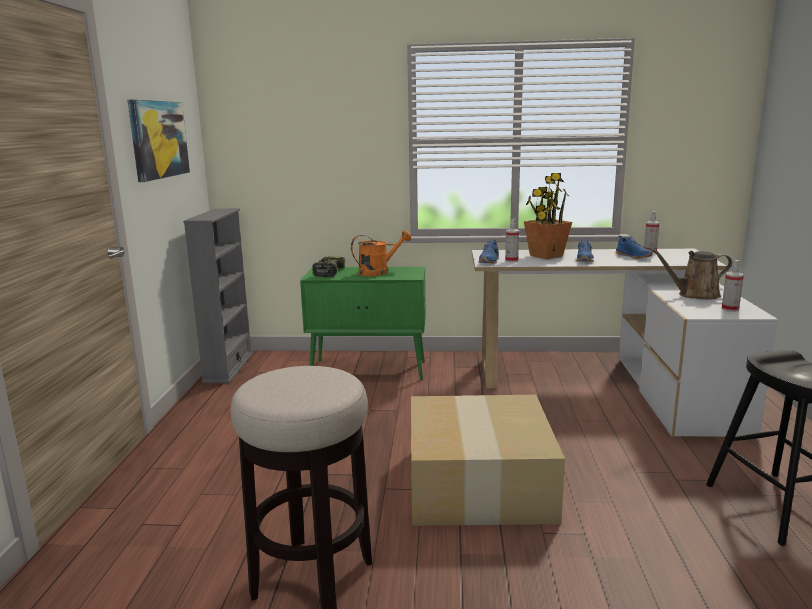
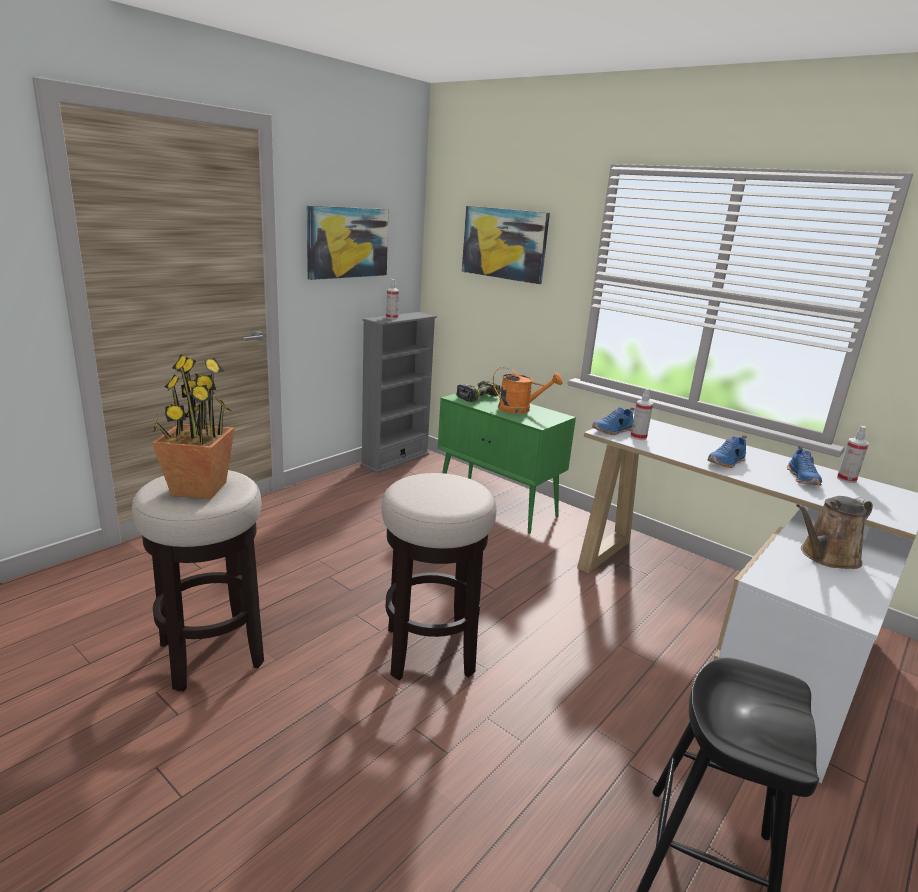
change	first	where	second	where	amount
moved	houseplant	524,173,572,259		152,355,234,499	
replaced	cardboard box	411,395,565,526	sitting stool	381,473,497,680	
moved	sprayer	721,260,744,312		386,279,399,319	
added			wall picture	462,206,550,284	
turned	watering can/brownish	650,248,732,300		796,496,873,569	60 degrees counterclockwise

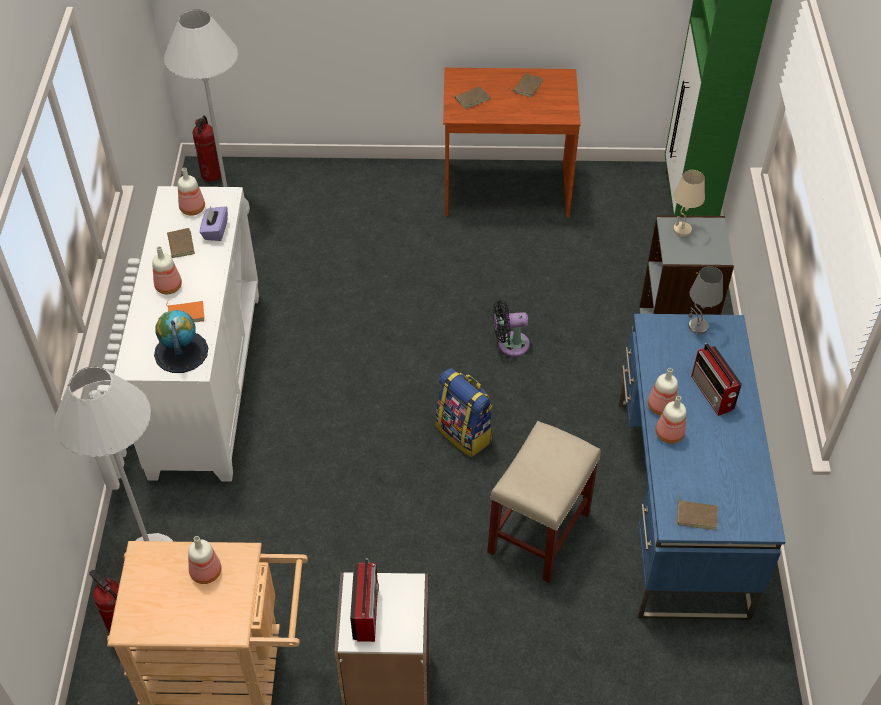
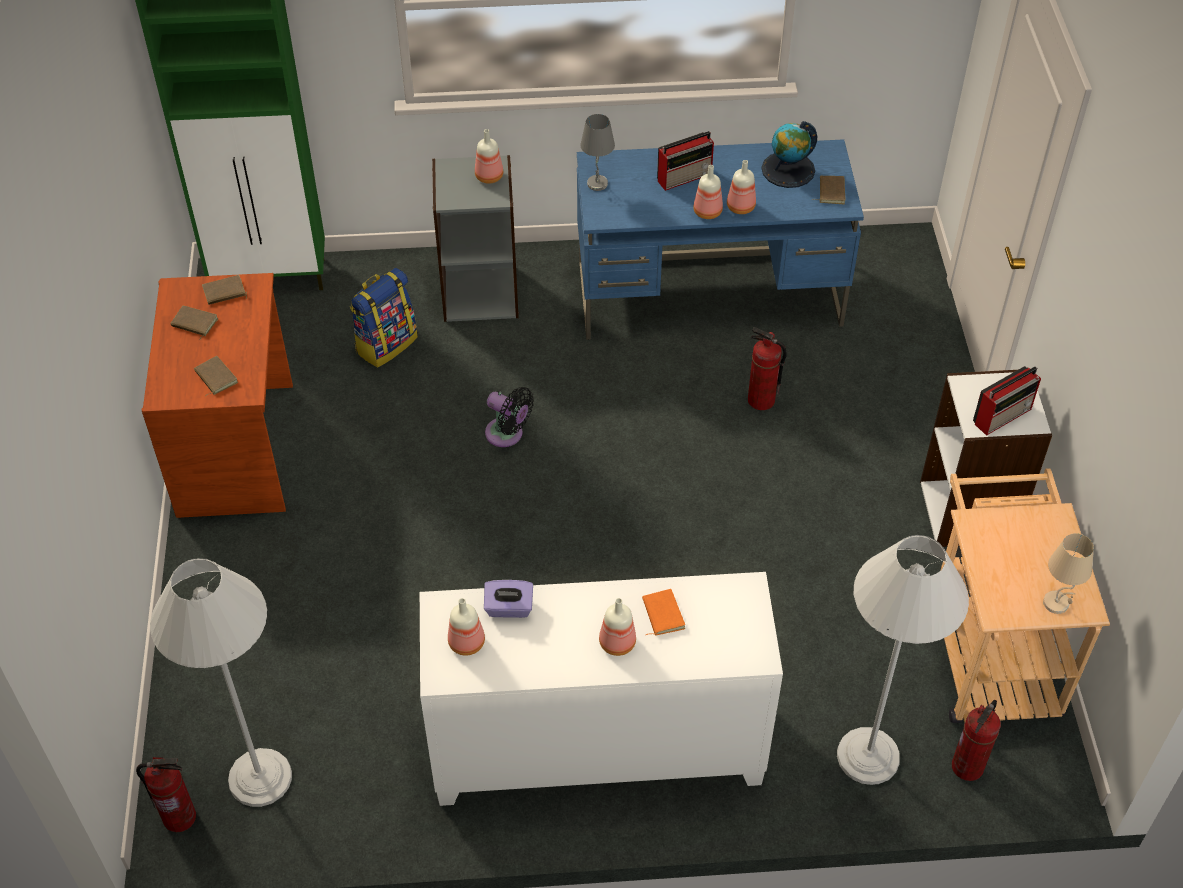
change	first	where	second	where	amount
moved	volume/brownish	167,228,195,258		202,275,247,305	
moved	backpack	436,368,493,457		350,268,418,368	
moved	beverage bottle	188,536,221,584		475,129,503,184	
turned	fan/black-coloured	493,300,530,356		485,387,534,447	45 degrees counterclockwise
replaced	sitting stool/beige	487,421,601,583	fire-fighting cylinder	748,327,787,410	
moved	desk globe	154,310,208,373		761,121,817,188	
turned	radio	350,559,379,642		973,366,1041,436	150 degrees clockwise
moved	table lamp/beige	673,170,705,237		1043,533,1094,614	

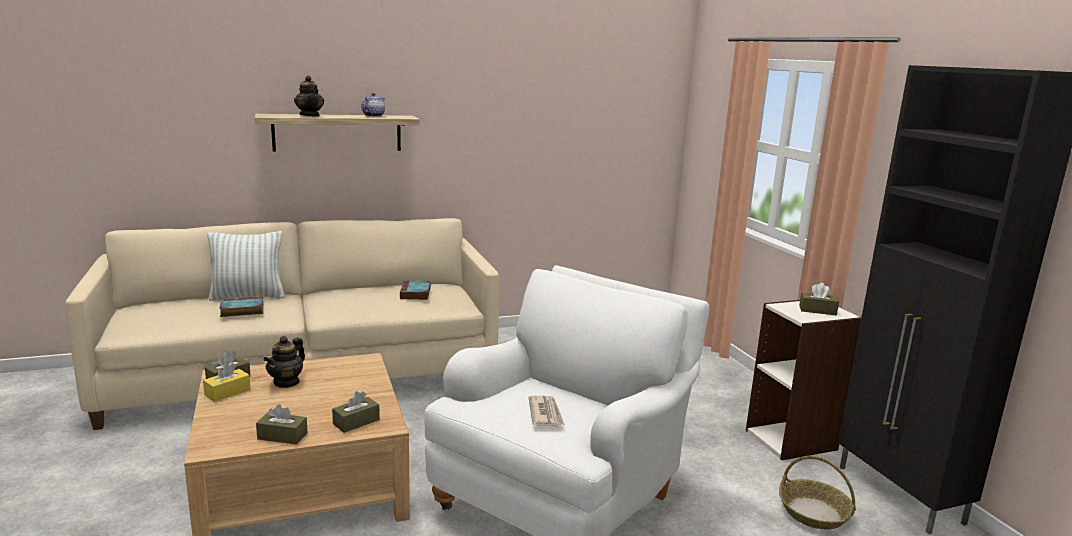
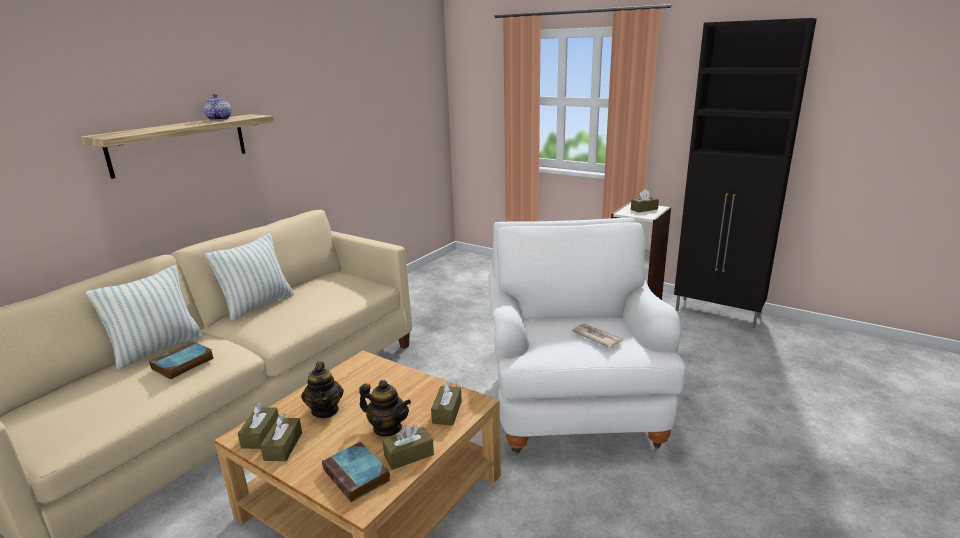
change	first	where	second	where	amount
added			pillow	205,233,294,321	
recoloured	tissue box/yellowish	203,363,251,402	tissue box/brownish	260,413,302,461	
moved	volume	400,281,431,300		322,442,391,502	
moved	pot for tea	294,76,324,117		359,380,411,437	
removed	household basket	779,456,856,529			

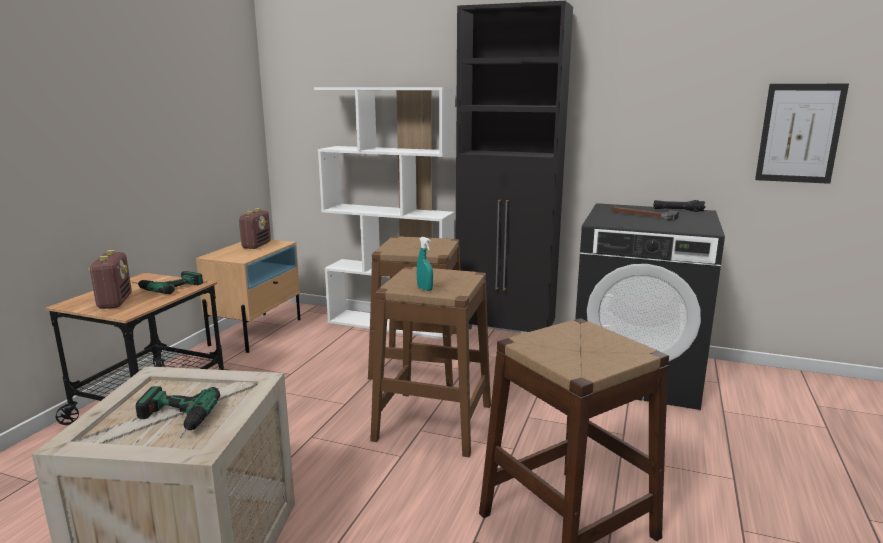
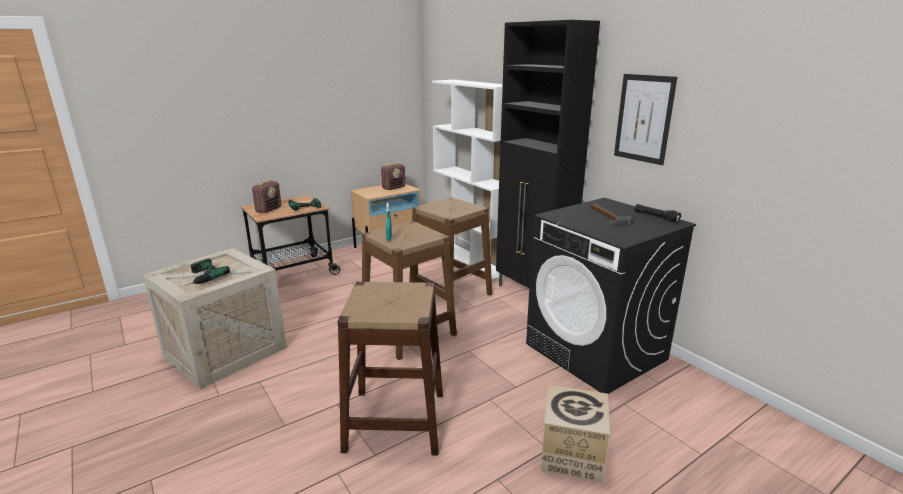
change	first	where	second	where	amount
added			cardboard box	541,385,610,483	
moved	wall picture	755,84,849,184		614,74,677,165	

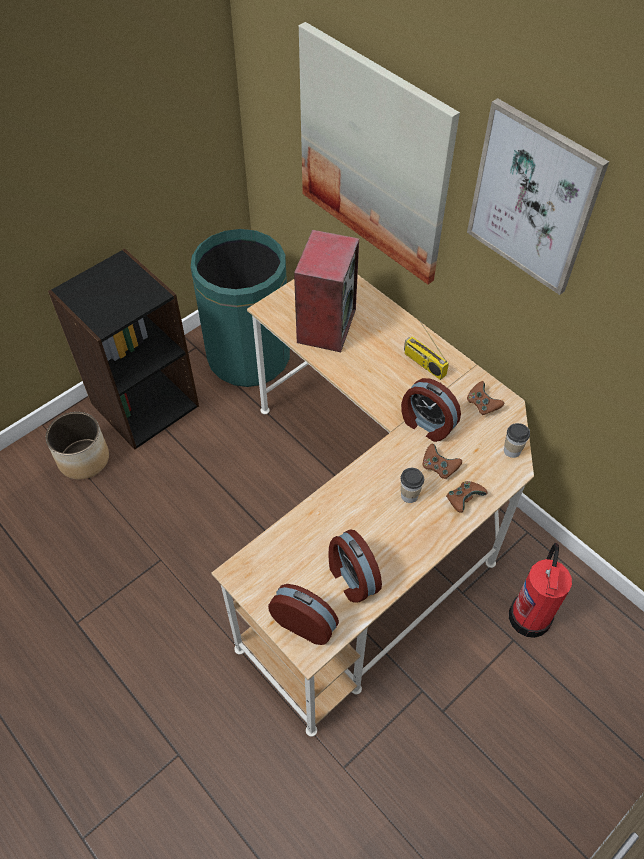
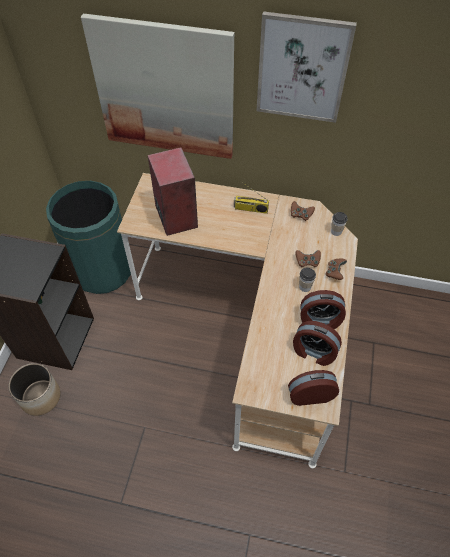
change	first	where	second	where	amount
moved	table clock	401,378,461,442		300,290,346,329	
removed	fire-fighting cylinder	509,543,572,638			

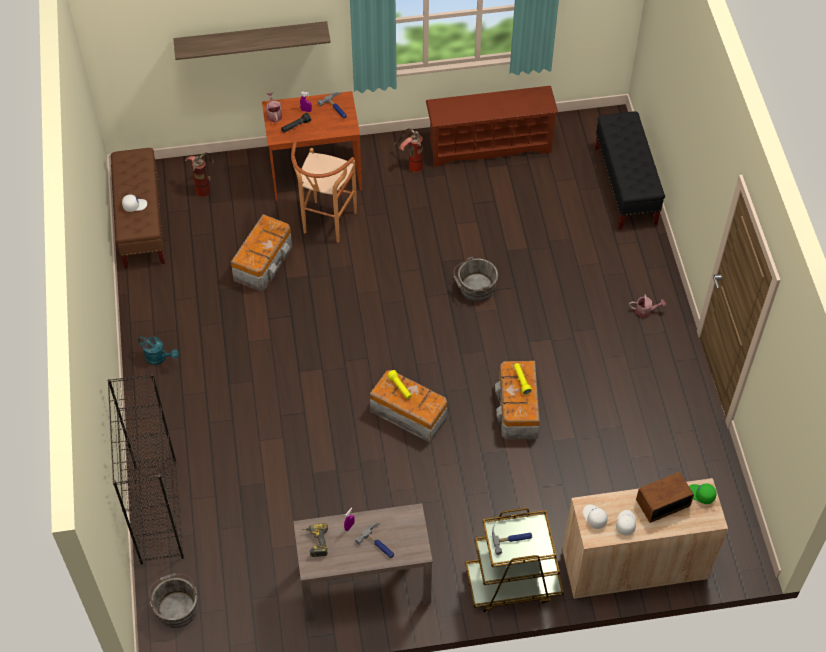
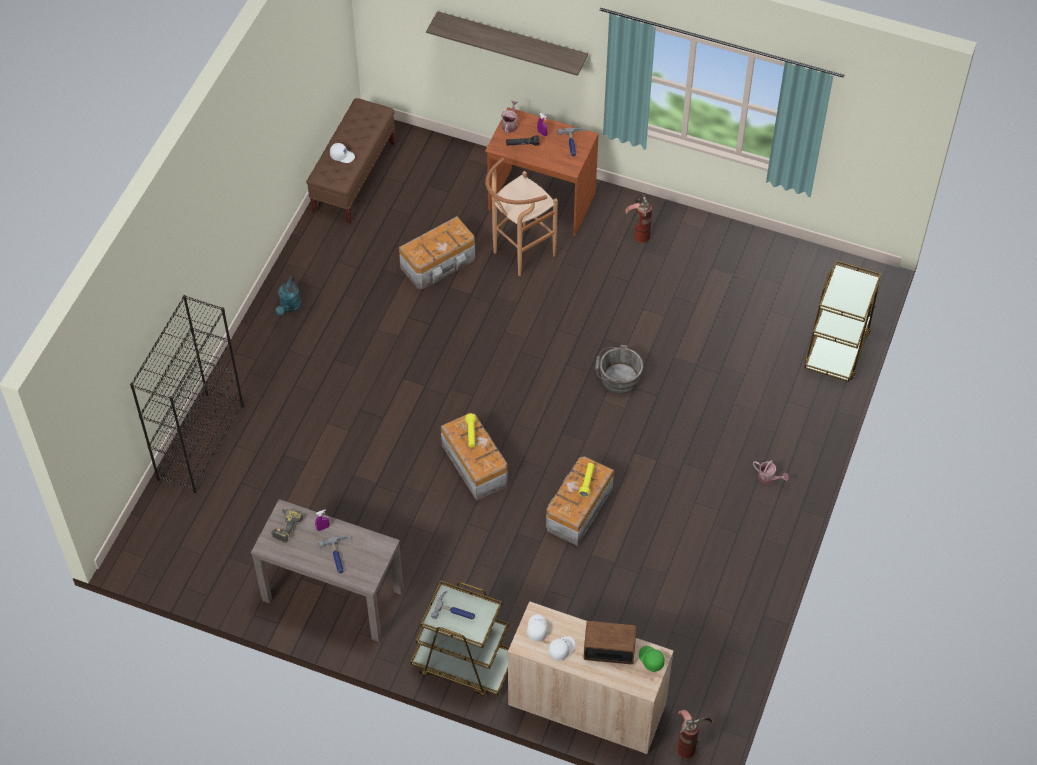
change	first	where	second	where	amount
turned	watering can/blue-green	138,336,179,365		276,277,301,315	45 degrees clockwise
moved	fire-fighting cylinder	185,153,214,197		677,710,714,759	
replaced	long seat/black-coloured	595,111,665,229	trolley/brownish	804,260,881,382	
removed	bucket/gray	149,573,197,628			
removed	shoe stand/brownish	426,86,559,167			

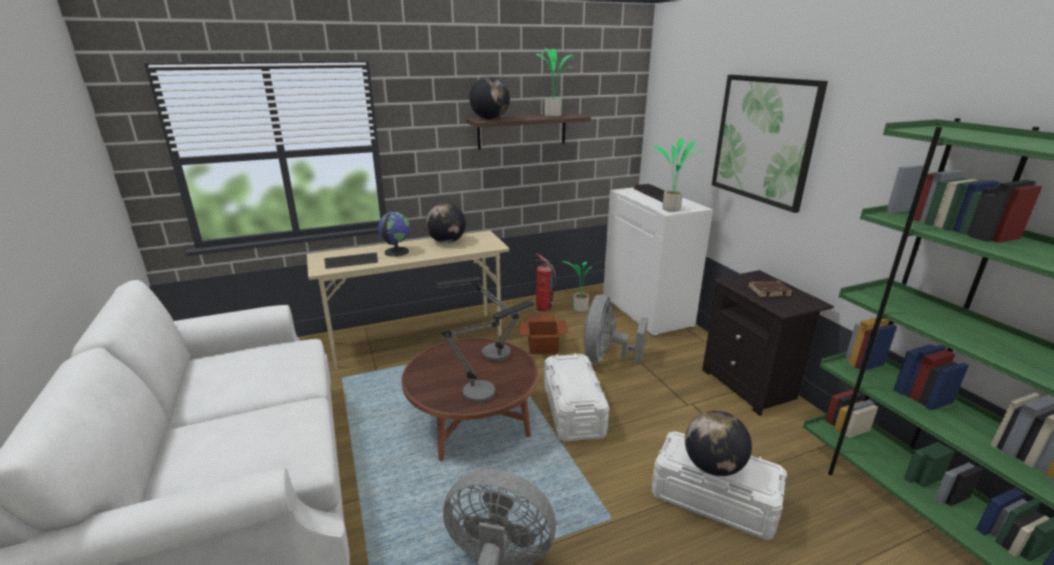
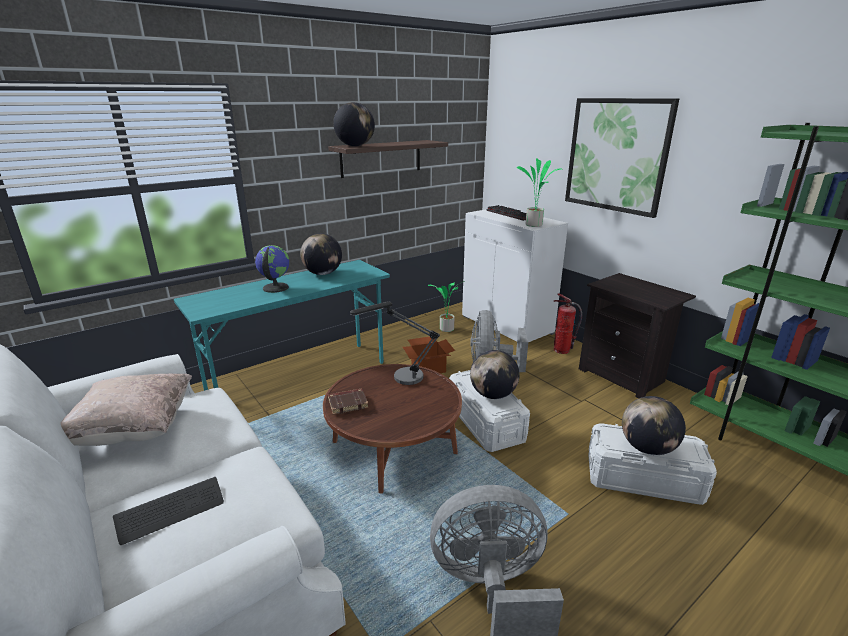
change	first	where	second	where	amount
added			pillow/beige	61,374,192,446	
moved	PC keyboard	324,252,378,269		113,477,224,545	
recoloured	desk unit/beige	307,231,509,369	desk unit/blue-green	174,260,390,391	
moved	volume/brownish	748,281,792,298		328,388,369,415	
added			desk globe	470,350,520,399	
moved	fire-fighting cylinder	533,253,556,312		553,293,582,354	
removed	table lamp	442,301,534,403			
removed	houseplant	536,47,573,117			

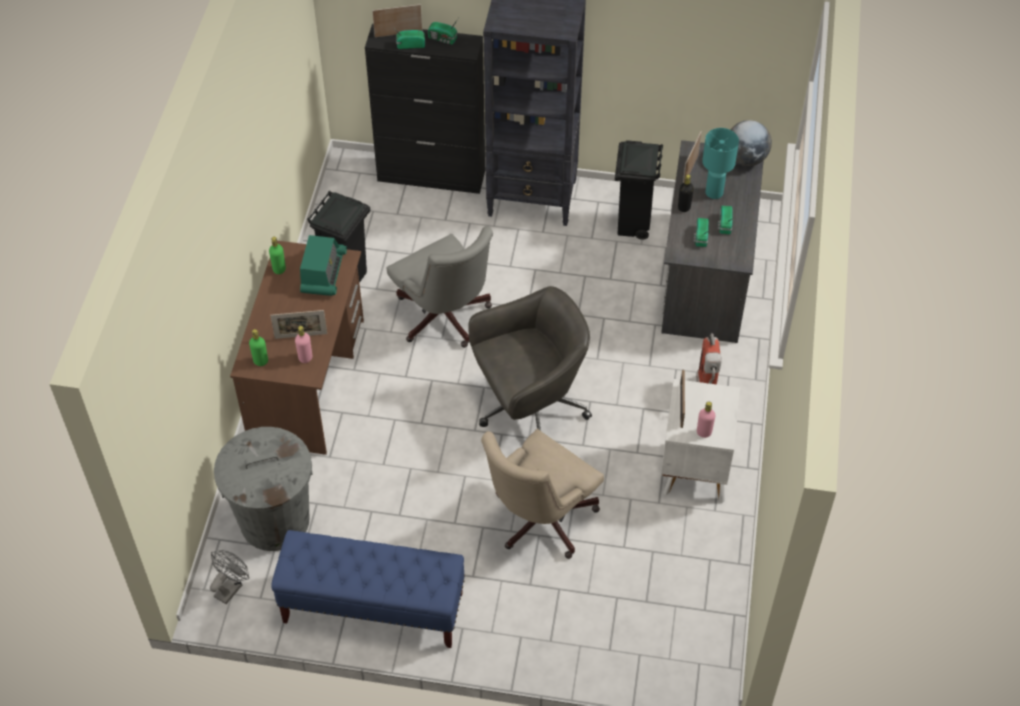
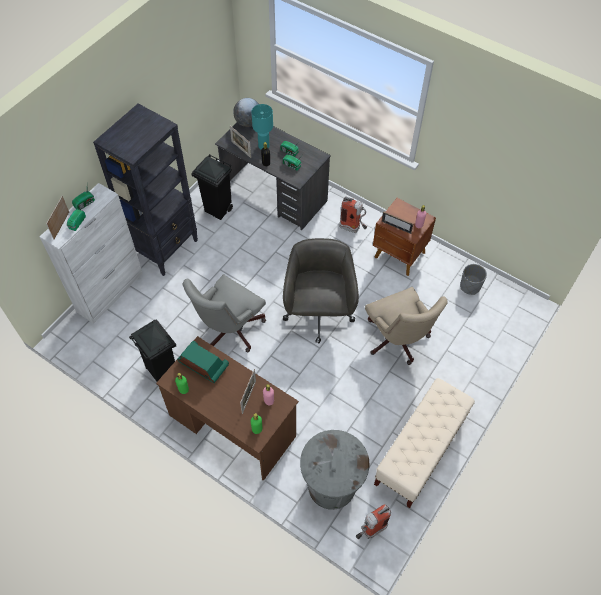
change	first	where	second	where	amount
recoloured	cupboard/black-coloured	365,24,485,194	cupboard/white-coloured	39,183,143,324	
turned	computer chair/gray	387,226,493,348		183,274,266,352	135 degrees clockwise
replaced	fan/gray	210,550,249,604	fire-fighting cylinder	356,505,391,539	
recoloured	night table/white-coloured	661,379,740,503	night table/brownish	373,198,436,276	
recoloured	long seat/bluish	271,530,465,648	long seat/beige	374,378,475,508	
added			planter/gray	460,264,487,295	

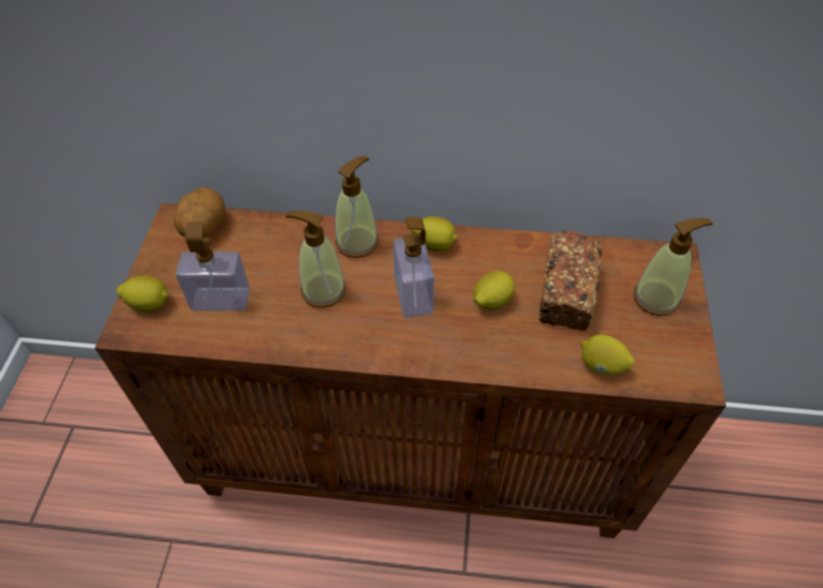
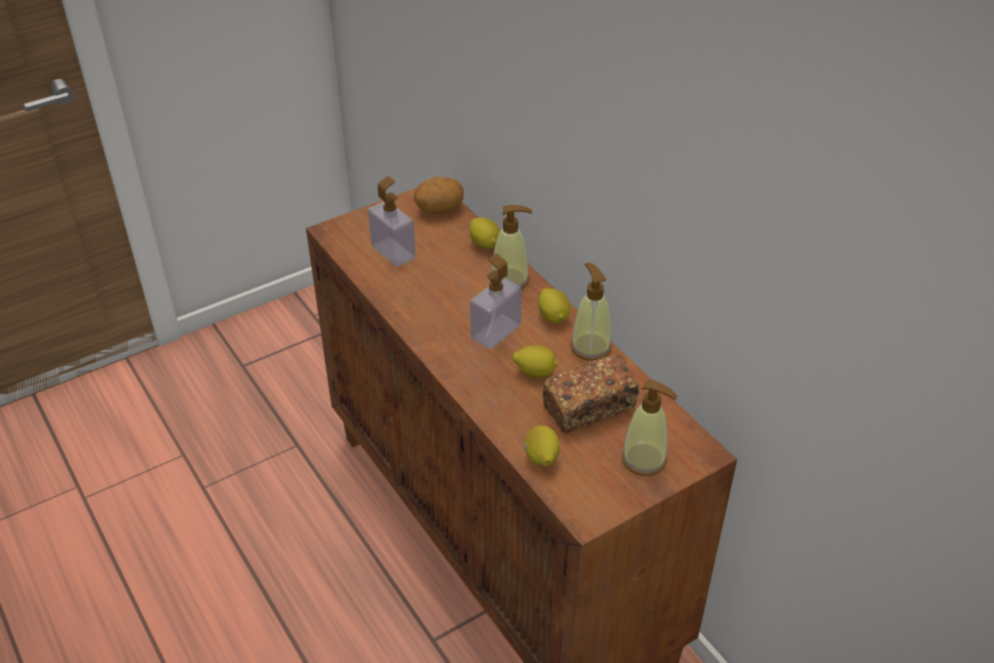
change	first	where	second	where	amount
moved	whole lemon	117,275,168,312		470,218,500,249	
moved	liquid soap bottle	286,210,346,308		570,263,612,361	

